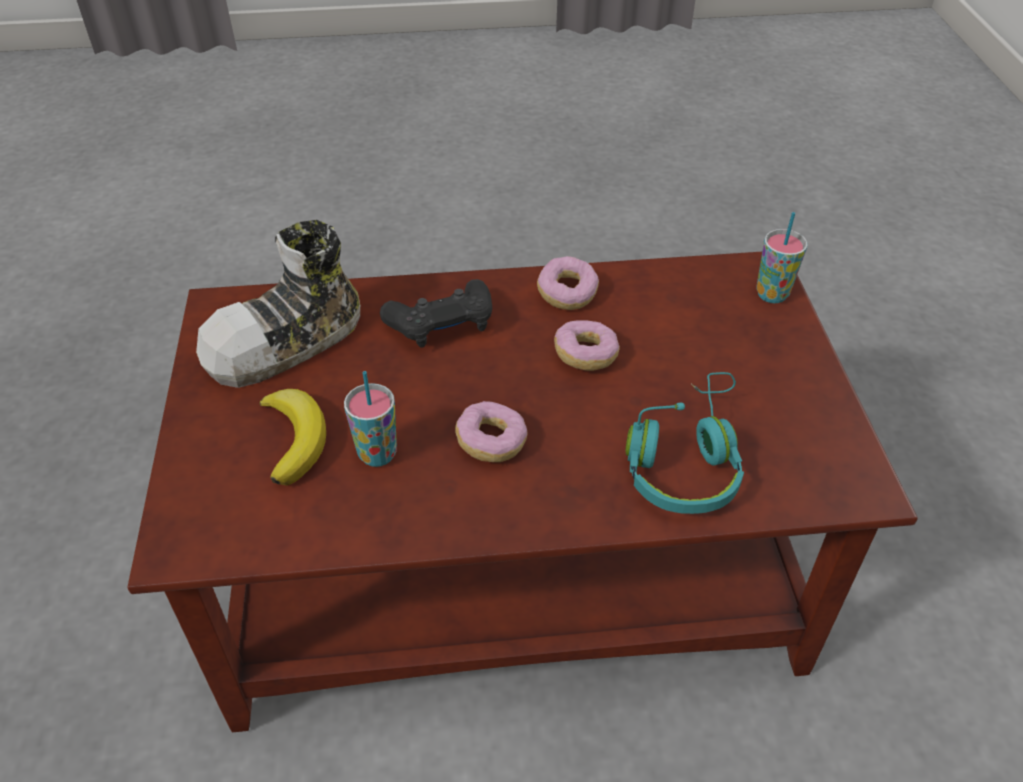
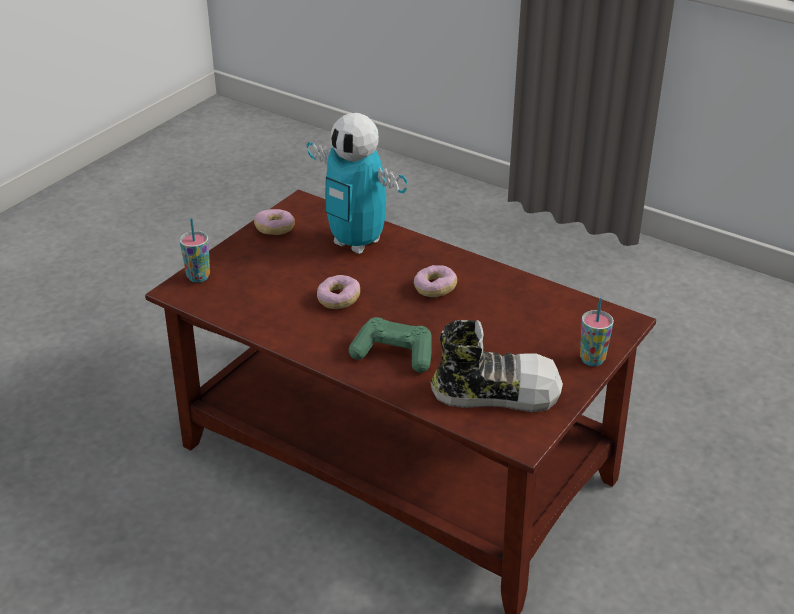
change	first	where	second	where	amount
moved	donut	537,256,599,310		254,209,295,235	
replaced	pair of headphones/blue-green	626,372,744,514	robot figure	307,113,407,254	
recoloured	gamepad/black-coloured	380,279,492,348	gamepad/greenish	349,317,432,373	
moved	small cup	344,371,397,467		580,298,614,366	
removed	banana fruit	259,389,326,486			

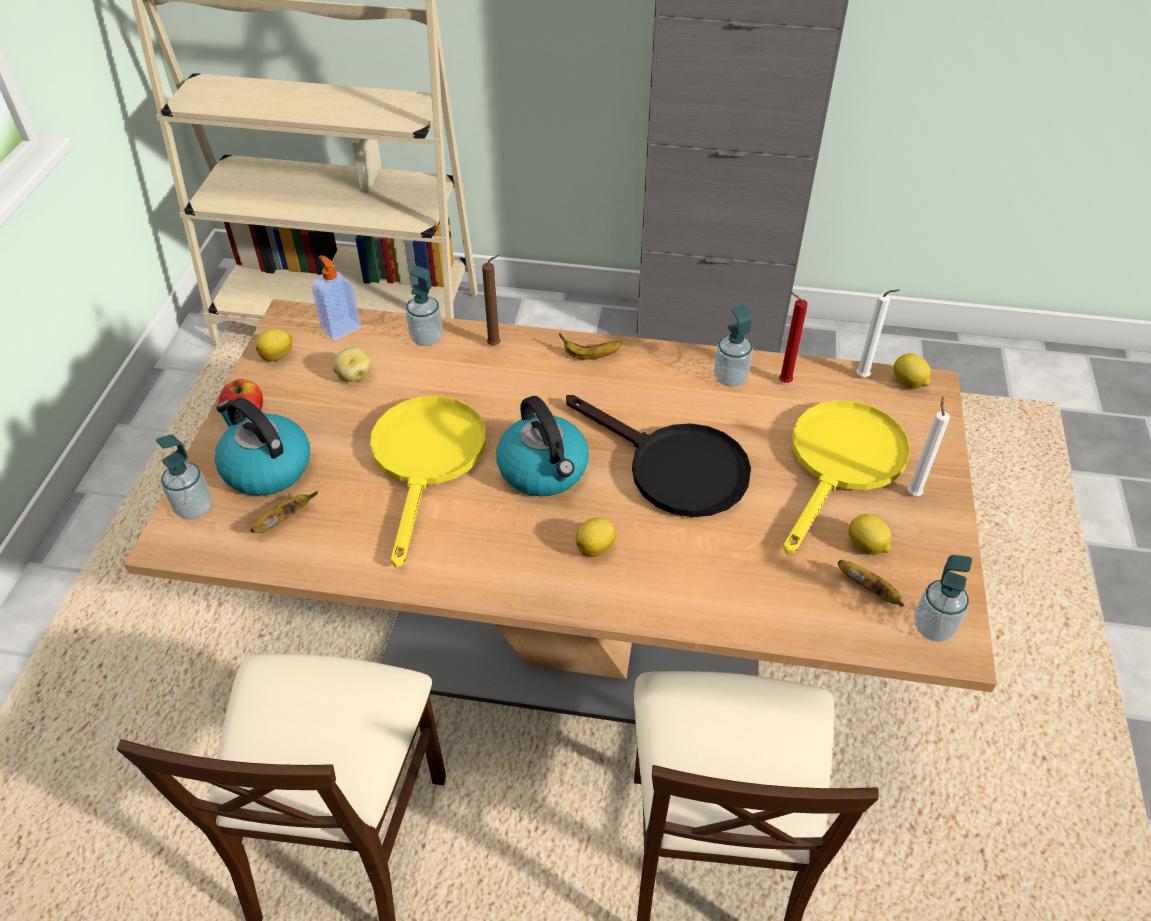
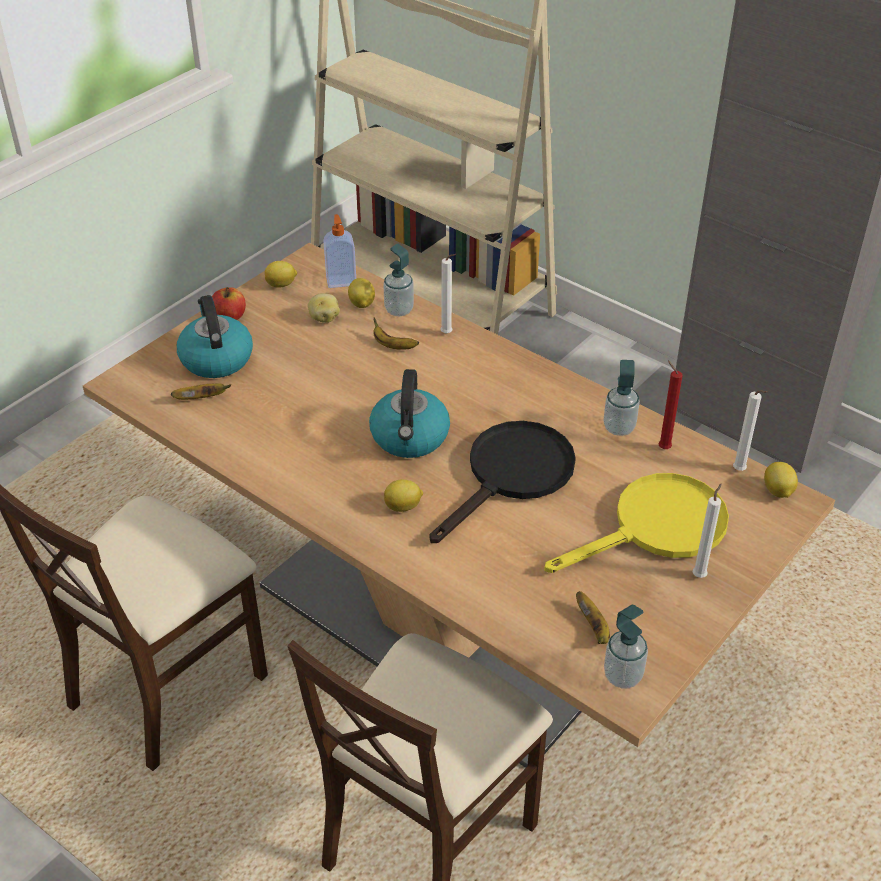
change	first	where	second	where	amount
moved	whole lemon	848,514,891,555		348,278,375,308	
moved	banana fruit	559,333,622,360		373,318,419,350	
turned	pan/black-coloured	566,395,751,517		429,421,576,543	120 degrees counterclockwise
recoloured	wax candle/brownish	482,255,501,345	wax candle/white-coloured	440,254,457,334	
removed	liquid soap bottle	156,435,212,519			
removed	pan/yellowish	370,396,486,568			

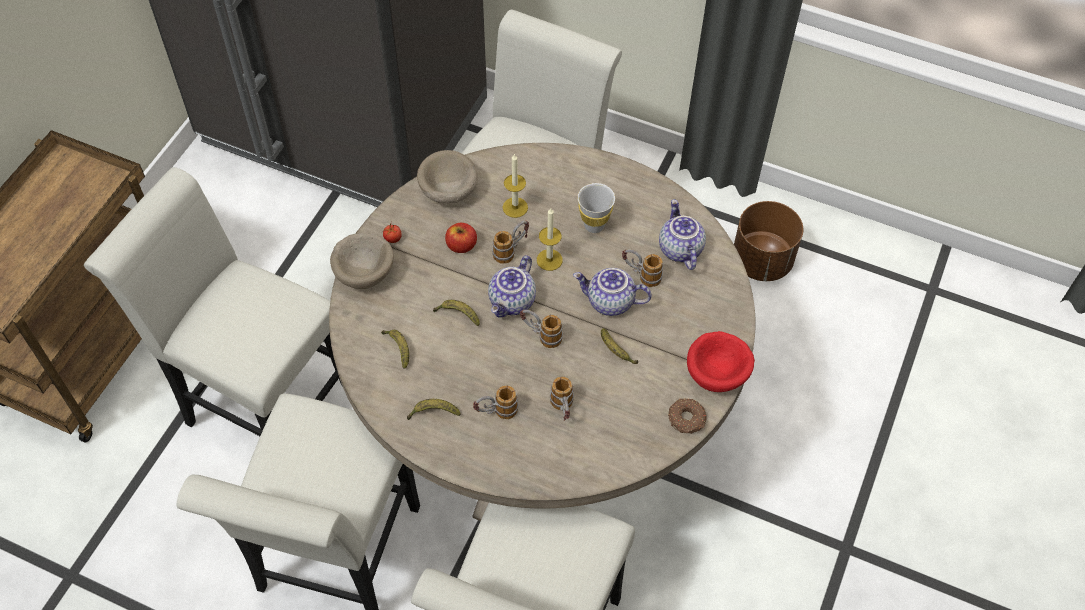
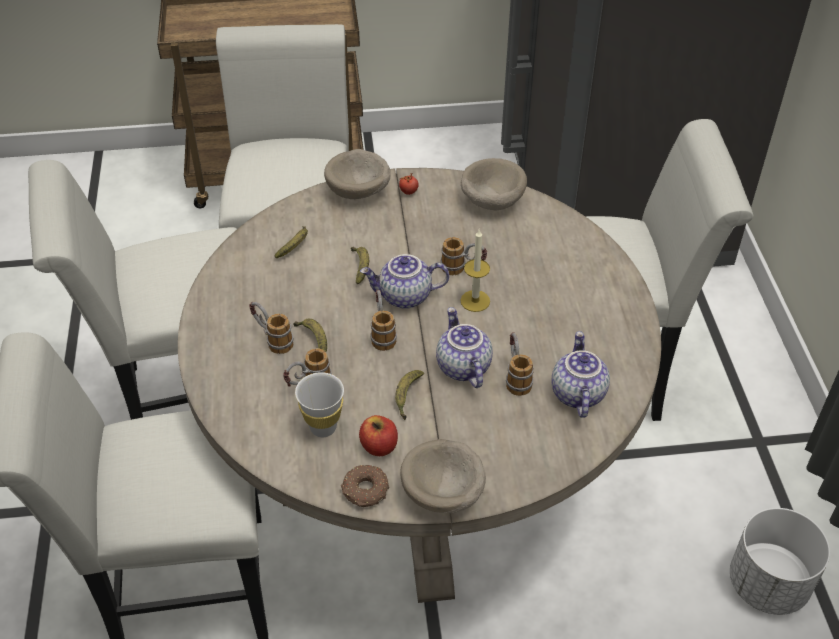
change	first	where	second	where	amount
moved	banana fruit	407,399,460,420		293,319,327,352	
moved	small cup/white-coloured	578,183,615,233		295,372,344,437	
moved	apple fruit	445,223,477,253		359,415,398,456	
recoloured	bowl/red	687,331,755,392	bowl/beige	400,439,486,513	
turned	pot for tea	659,199,706,270		551,331,610,418	45 degrees counterclockwise
recoloured	planter/brownish	734,201,803,281	planter/white-coloured	730,508,830,615	
removed	wax candle	503,153,528,218			

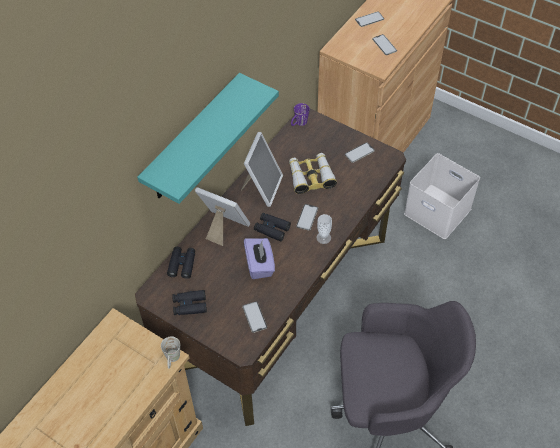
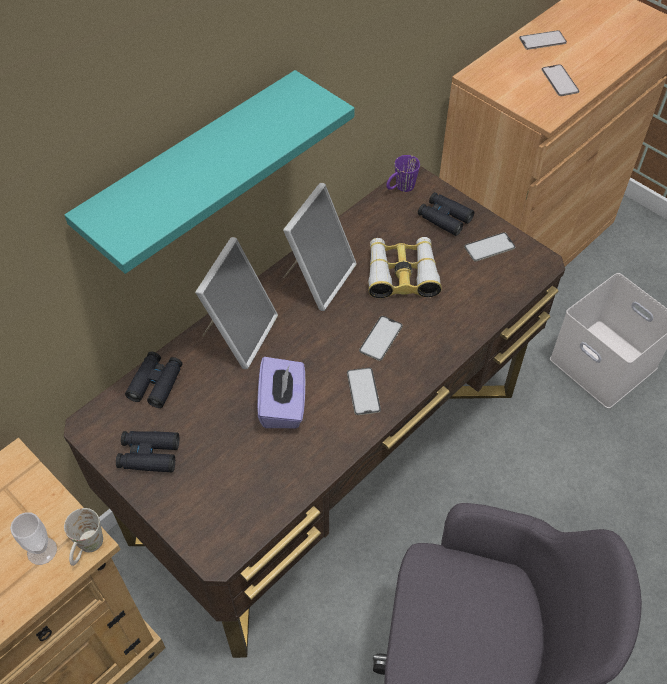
change	first	where	second	where	amount
moved	small cup	316,214,332,244		10,512,57,565	
turned	picture frame	195,187,250,246		195,237,278,369	75 degrees clockwise
moved	telephone	242,301,267,333		347,368,381,415	
moved	field glasses/black-coloured	254,213,291,242		418,192,474,236	

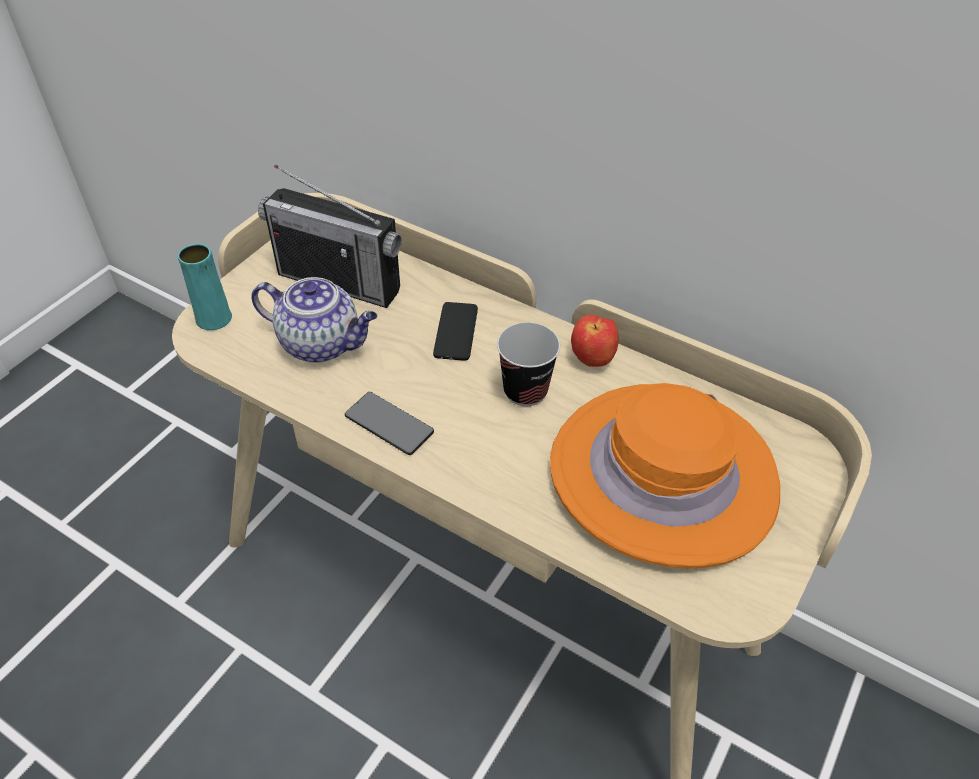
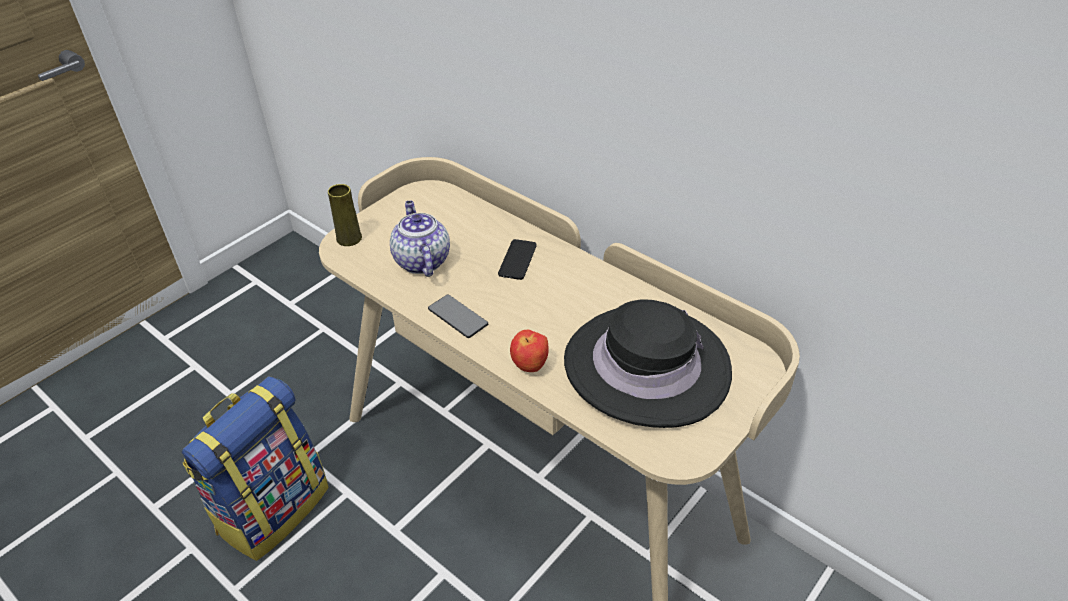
change	first	where	second	where	amount
added			backpack	182,376,329,561	
recoloured	flower vase/blue-green	178,243,232,330	flower vase/yellowish	328,184,362,246	
turned	pot for tea	251,277,377,363		390,201,450,277	135 degrees counterclockwise
moved	apple fruit	571,314,619,367		510,330,549,372	
recoloured	clothing hat/orange	550,383,780,568	clothing hat/black-coloured	564,300,732,428	
removed	radio	258,165,402,308			
removed	small cup	497,322,560,406			

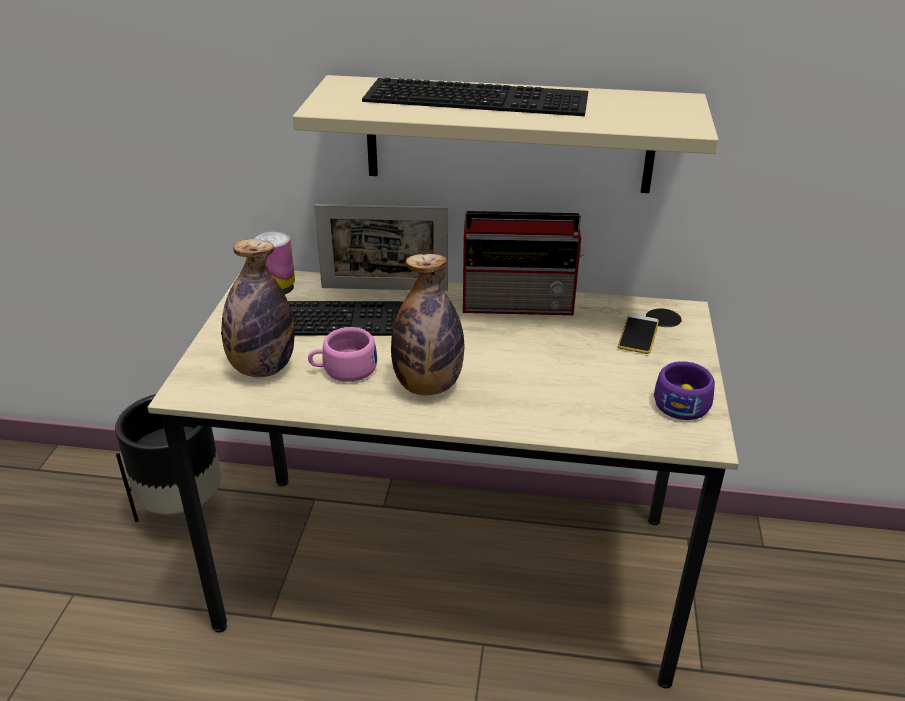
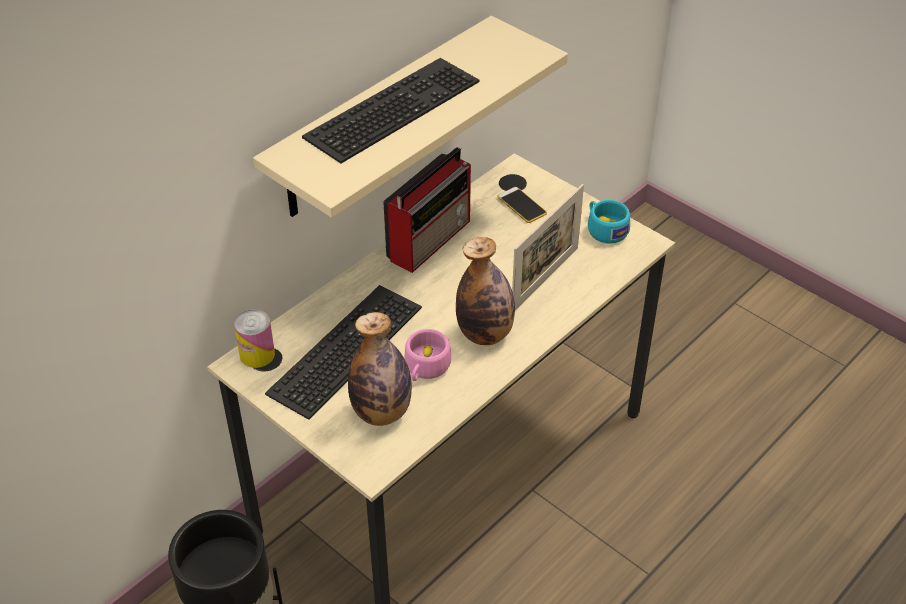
change	first	where	second	where	amount
moved	picture frame	314,204,448,291		512,184,584,310	
recoloured	small cup/purple-coloured	654,361,715,420	small cup/blue-green	588,200,630,244	

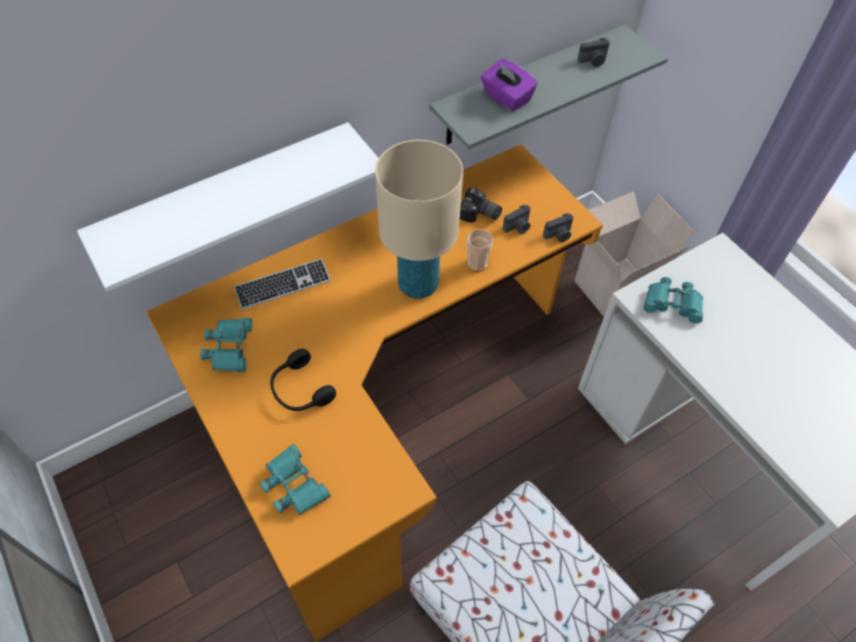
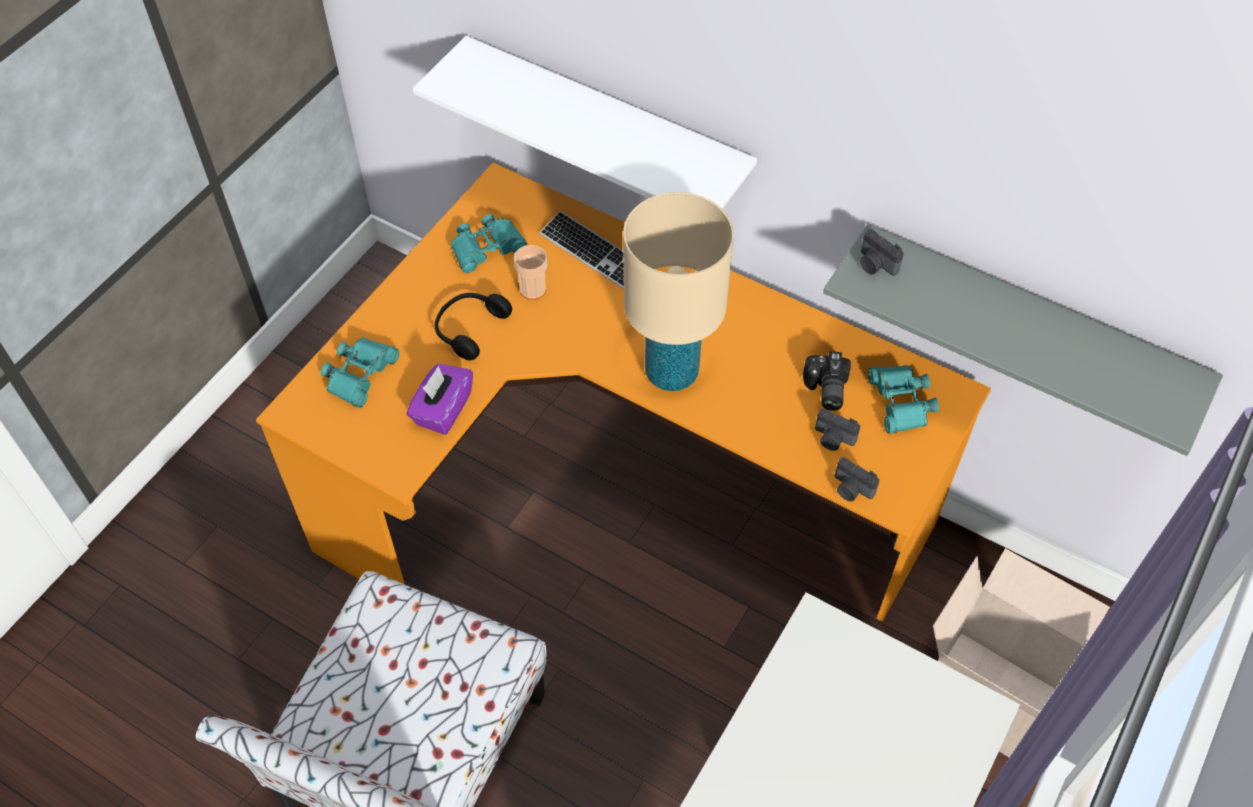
change	first	where	second	where	amount
moved	tissue box/purple-coloured	481,58,538,112		407,364,473,435	
moved	small cup	467,229,493,272		514,245,547,300	
moved	photo camera	578,38,610,67		860,229,904,276	
moved	field glasses/blue-green	644,277,703,323		868,365,939,434	

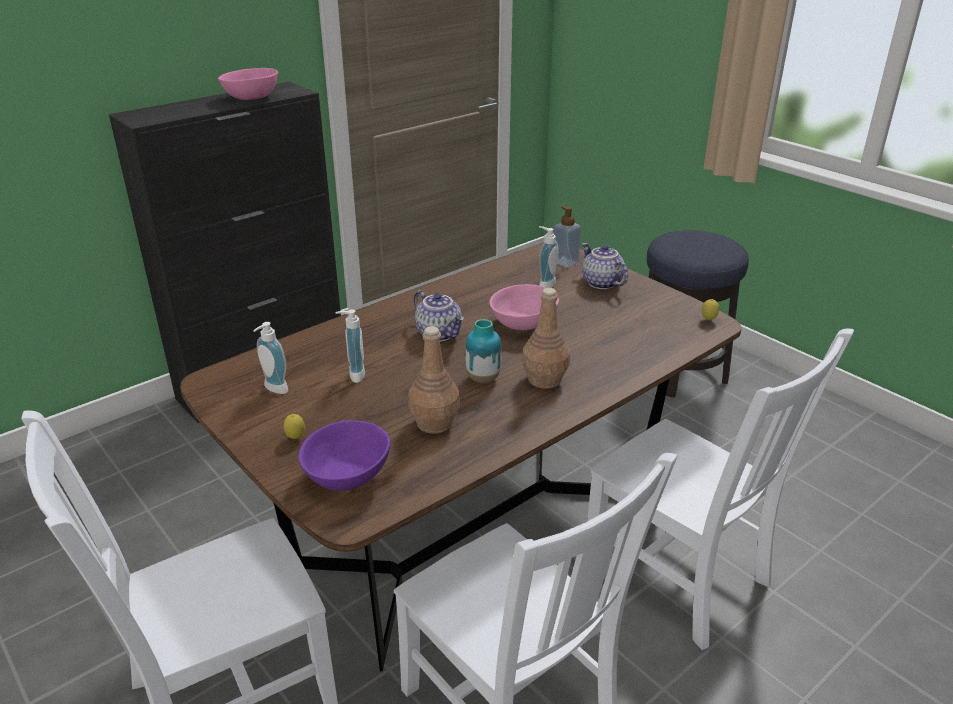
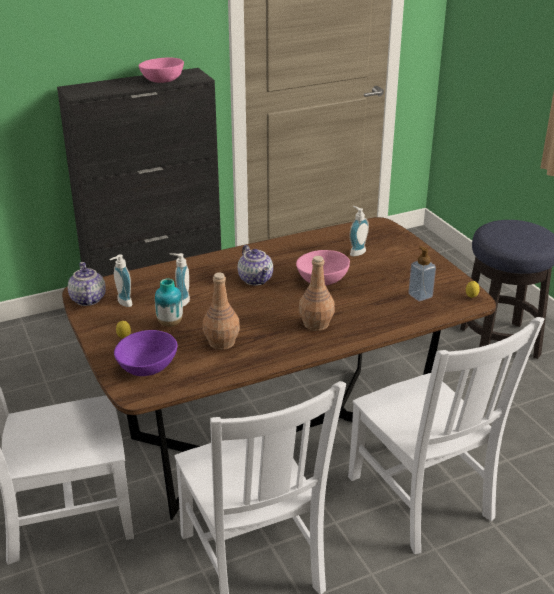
change	first	where	second	where	amount
moved	pot for tea	582,243,628,289		68,262,106,306	
moved	flower vase	465,319,502,383		155,279,183,327	
moved	liquid soap bottle	554,206,581,267		408,246,436,301	

